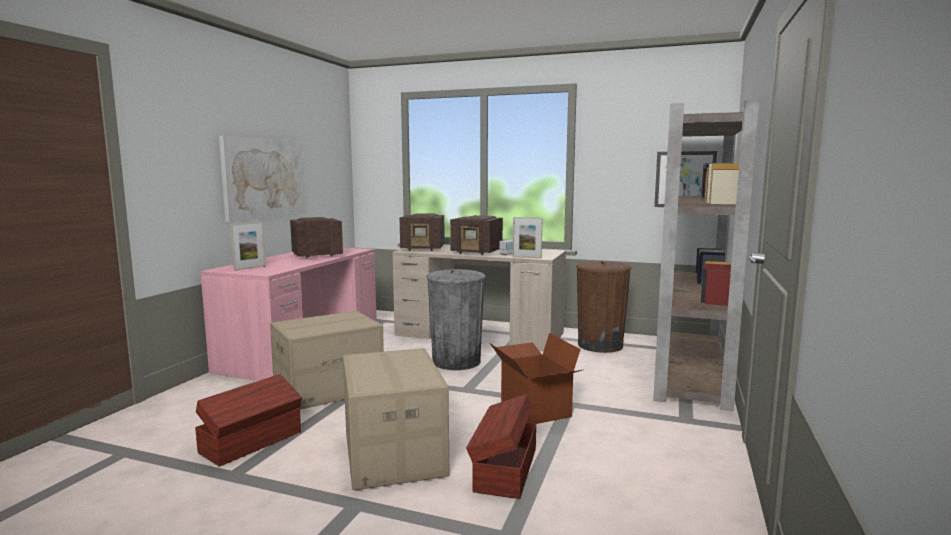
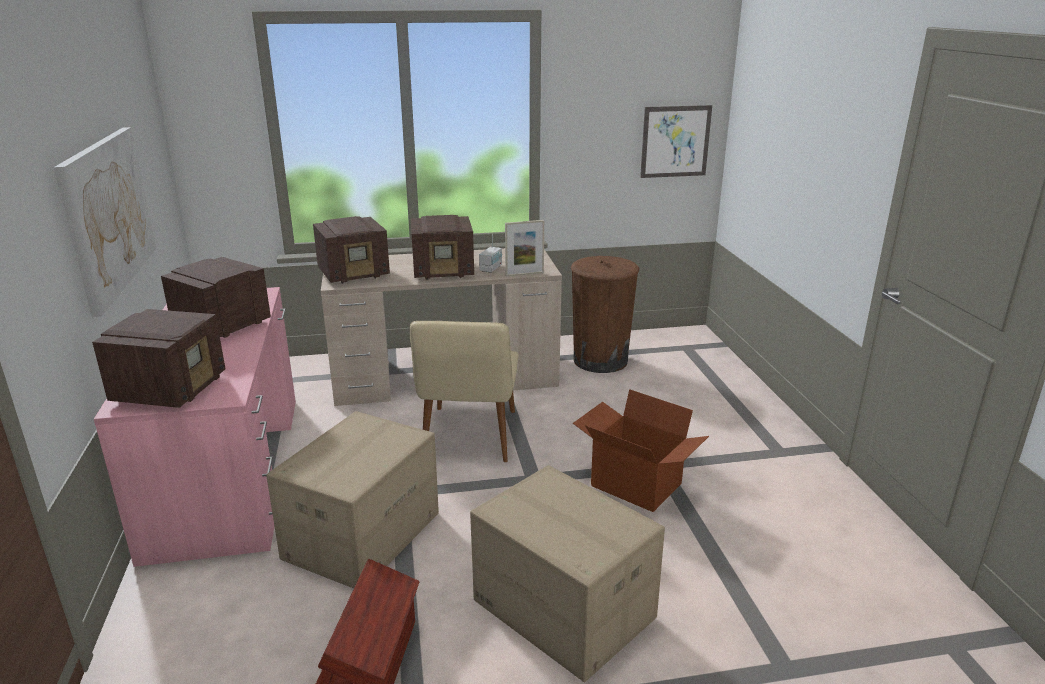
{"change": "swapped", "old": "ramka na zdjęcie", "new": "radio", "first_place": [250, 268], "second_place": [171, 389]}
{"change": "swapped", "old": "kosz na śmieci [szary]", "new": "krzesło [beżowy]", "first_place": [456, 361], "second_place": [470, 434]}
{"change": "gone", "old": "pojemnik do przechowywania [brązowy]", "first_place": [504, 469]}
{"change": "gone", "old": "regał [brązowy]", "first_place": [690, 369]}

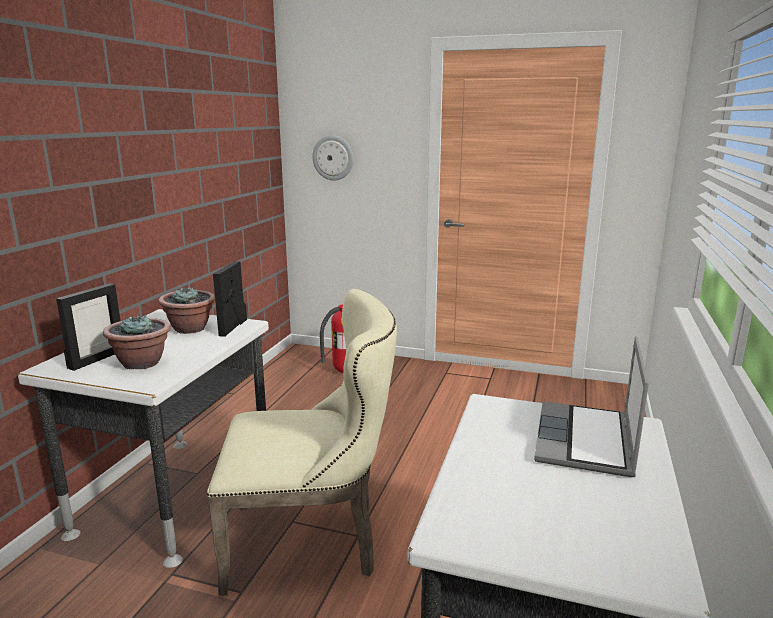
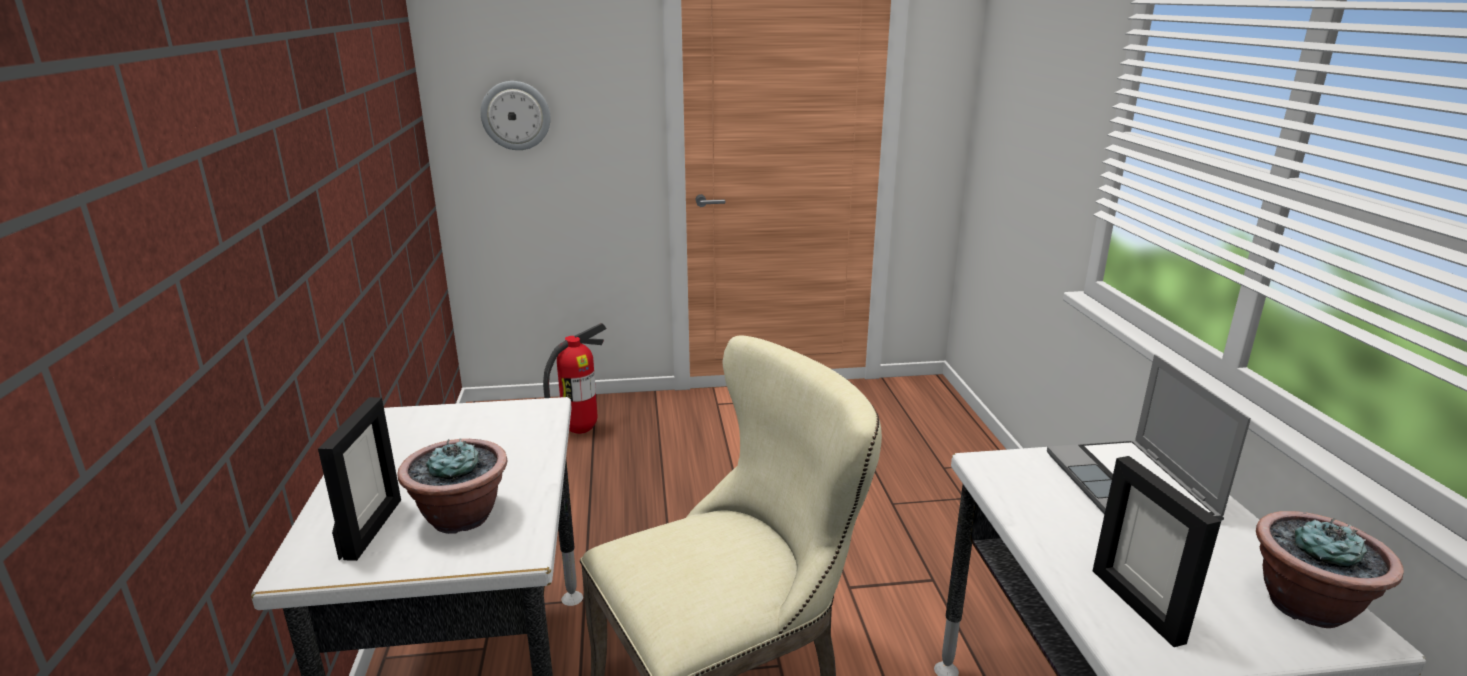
{"change": "shifted", "old": "ramka na zdjęcie", "first_place": [233, 327], "second_place": [1138, 605]}
{"change": "shifted", "old": "roślina doniczkowa", "first_place": [190, 329], "second_place": [1306, 605]}

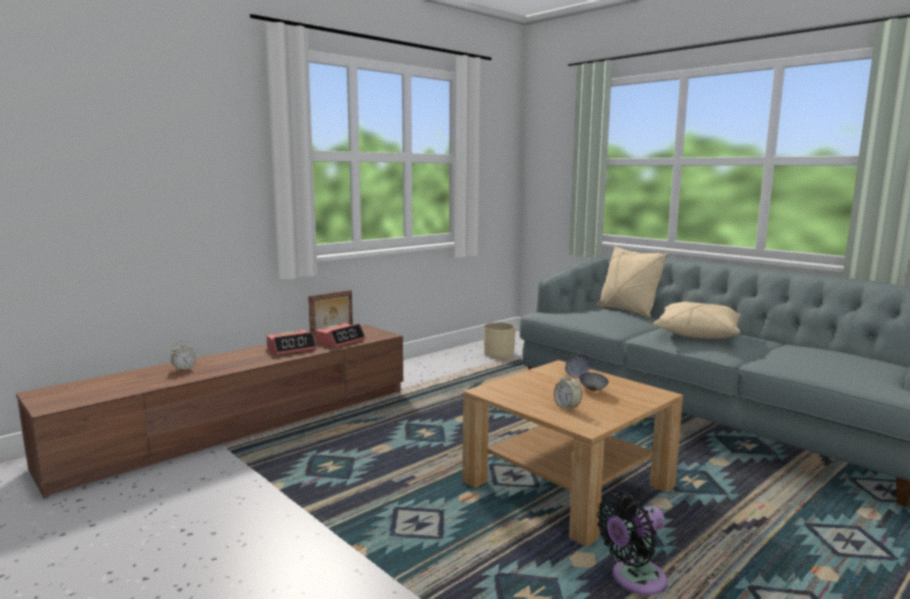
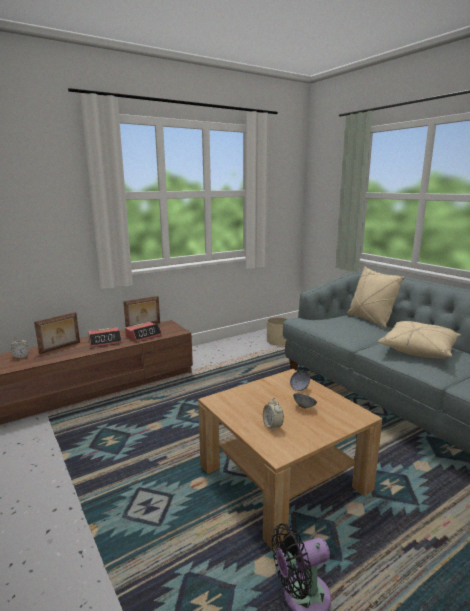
{"change": "new", "new": "ramka na zdjęcie", "second_place": [60, 348]}

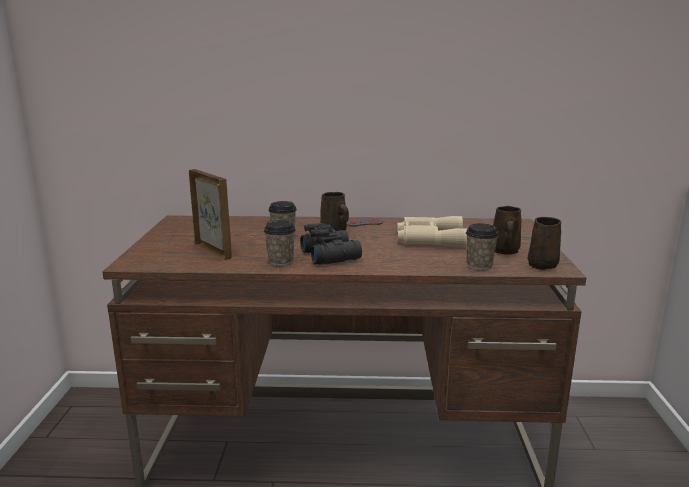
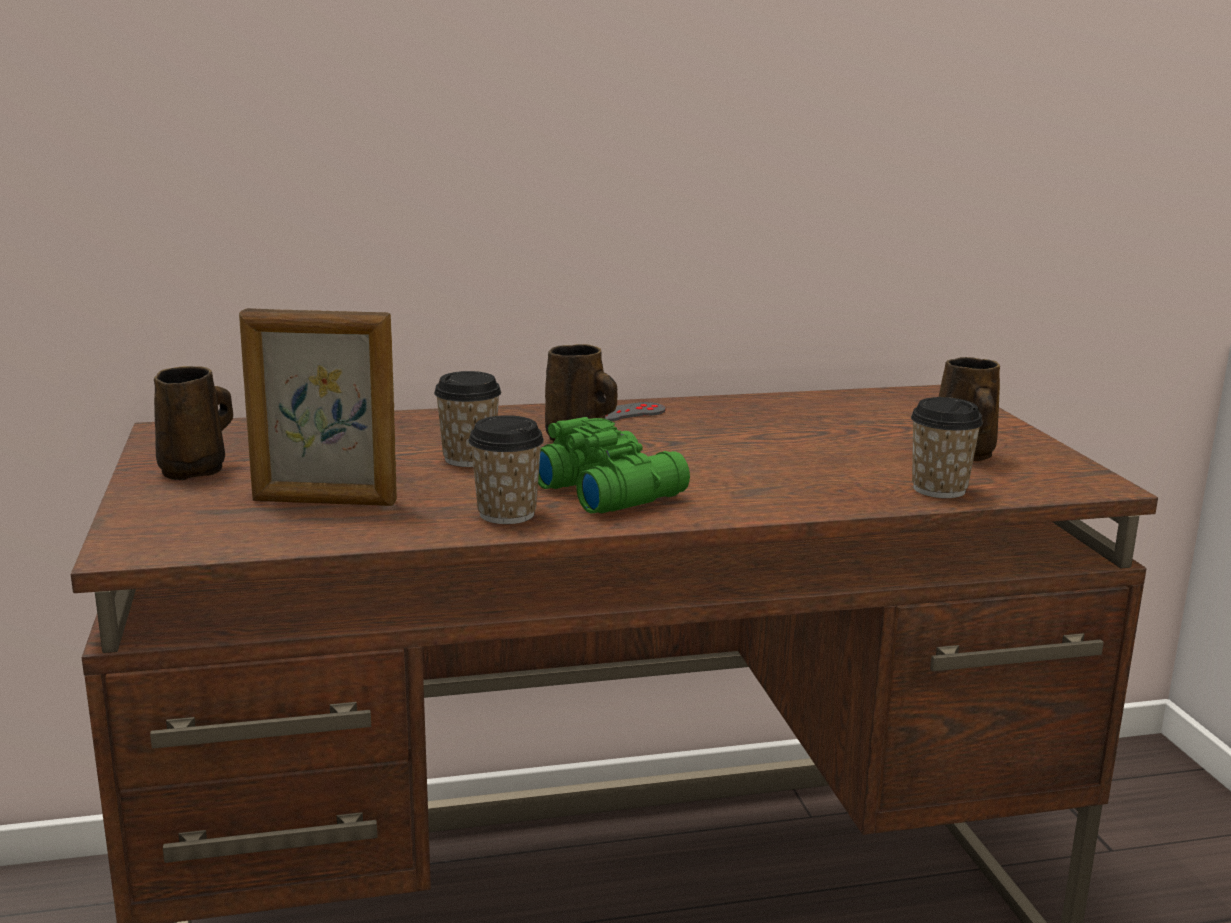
{"change": "shifted", "old": "kubek [brązowy]", "first_place": [543, 265], "second_place": [196, 470]}
{"change": "rotated", "old": "ramka na zdjęcie", "first_place": [213, 251], "second_place": [324, 501], "degrees": 150}
{"change": "repainted", "old": "lornetka [czarny]", "new": "lornetka [zielony]", "first_place": [331, 255], "second_place": [610, 490]}
{"change": "gone", "old": "lornetka [beżowy]", "first_place": [428, 239]}

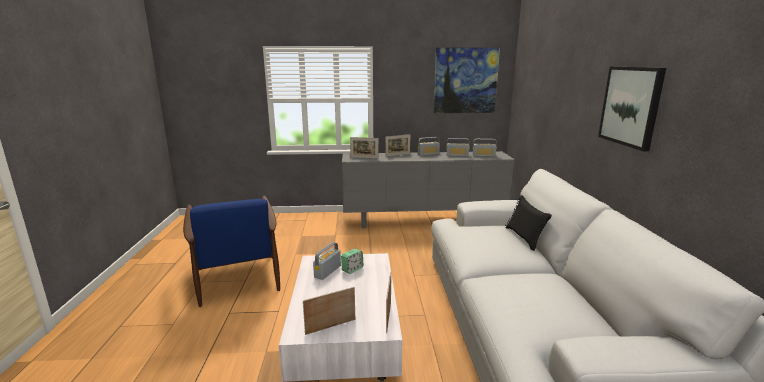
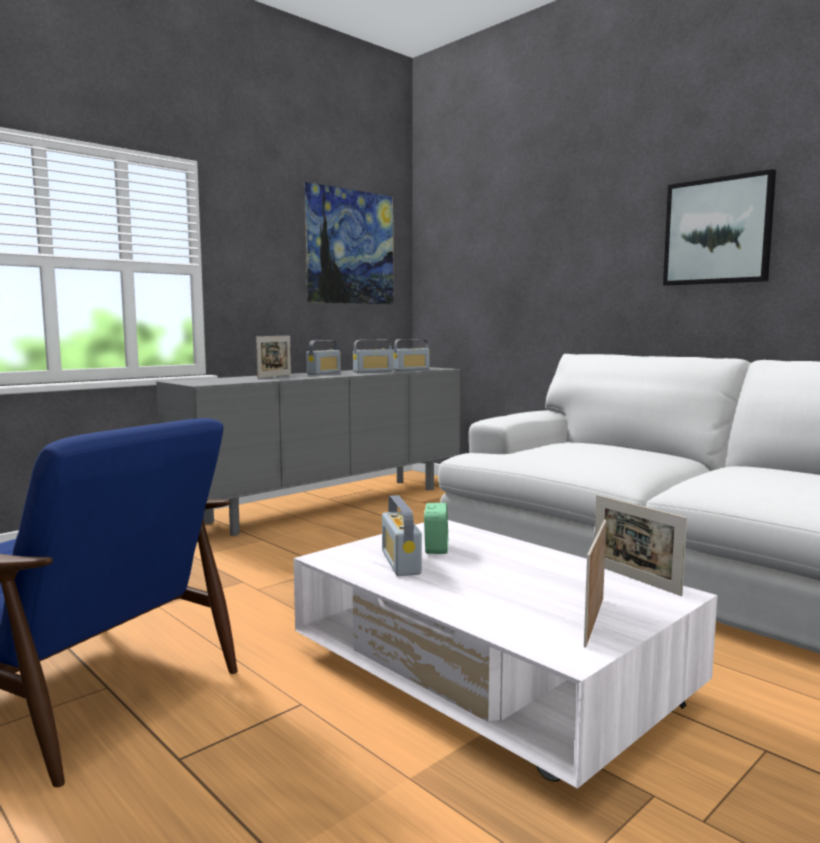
{"change": "gone", "old": "ramka na zdjęcie", "first_place": [364, 157]}
{"change": "gone", "old": "poduszka [czarny]", "first_place": [524, 238]}

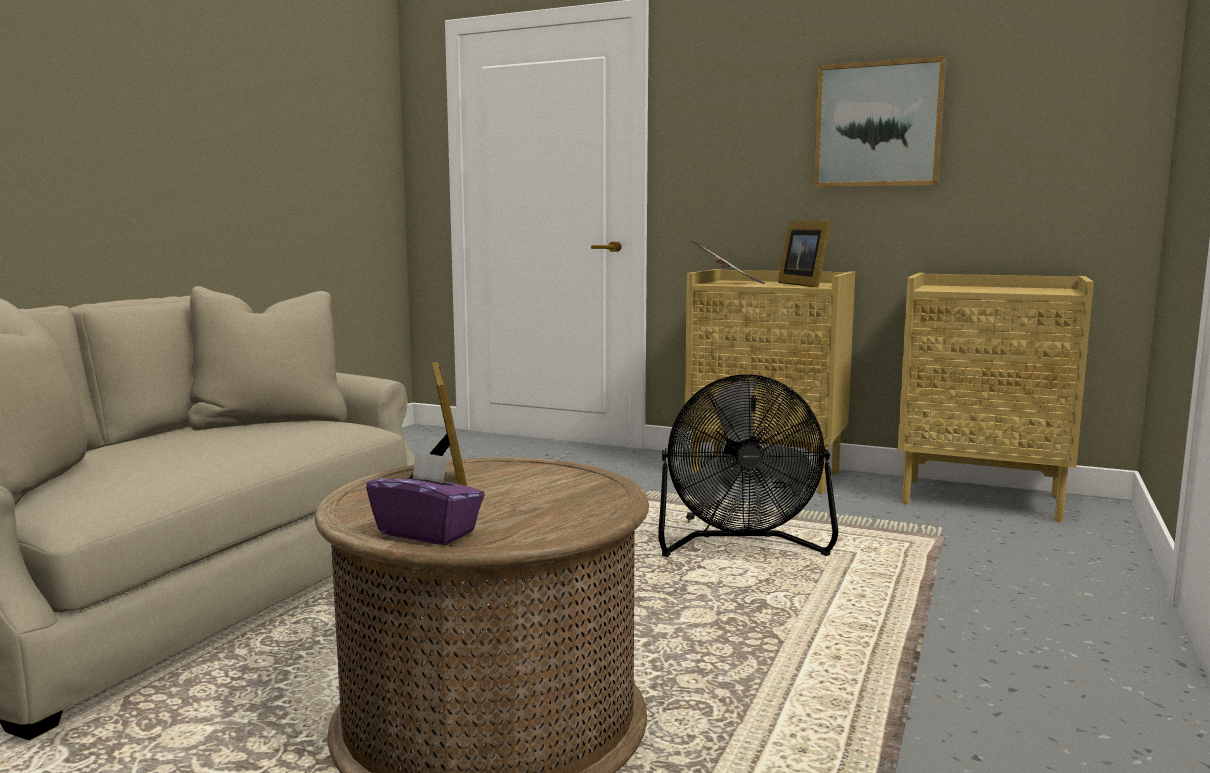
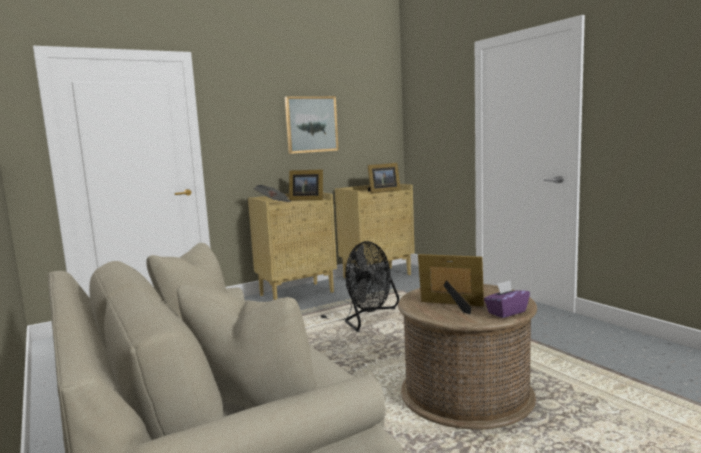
{"change": "new", "new": "ramka na zdjęcie", "second_place": [382, 191]}

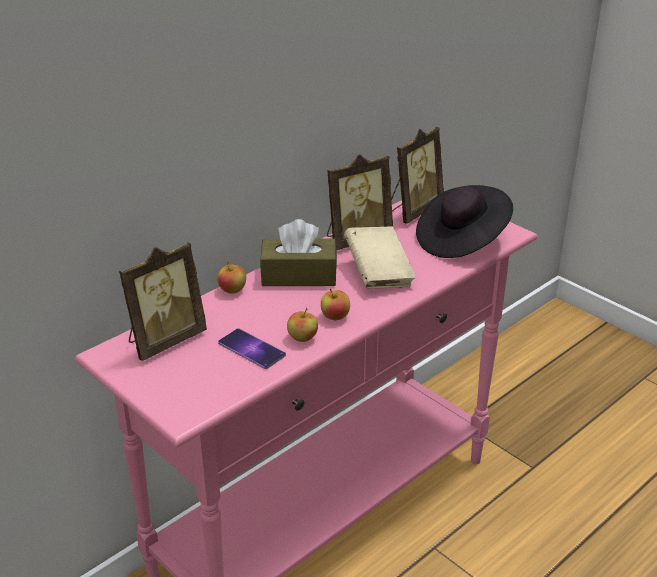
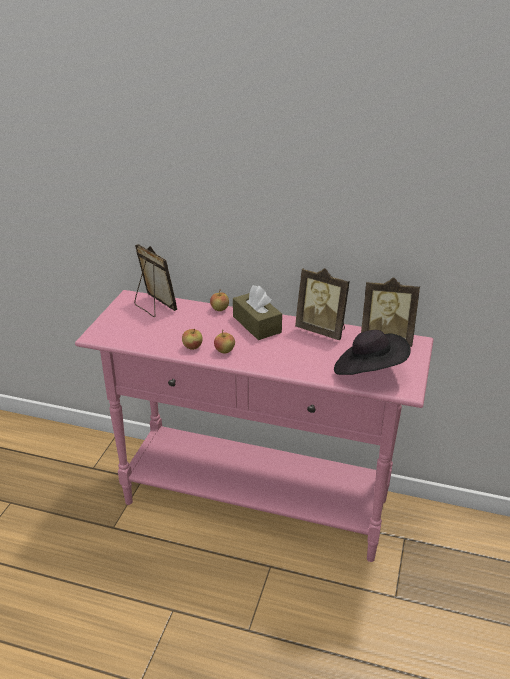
{"change": "rotated", "old": "ramka na zdjęcie", "first_place": [164, 340], "second_place": [154, 307], "degrees": -150}
{"change": "gone", "old": "telefon", "first_place": [251, 349]}
{"change": "gone", "old": "książka [beżowy]", "first_place": [378, 274]}

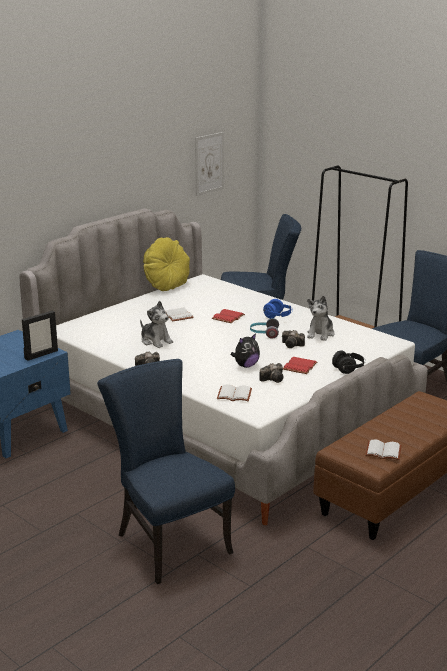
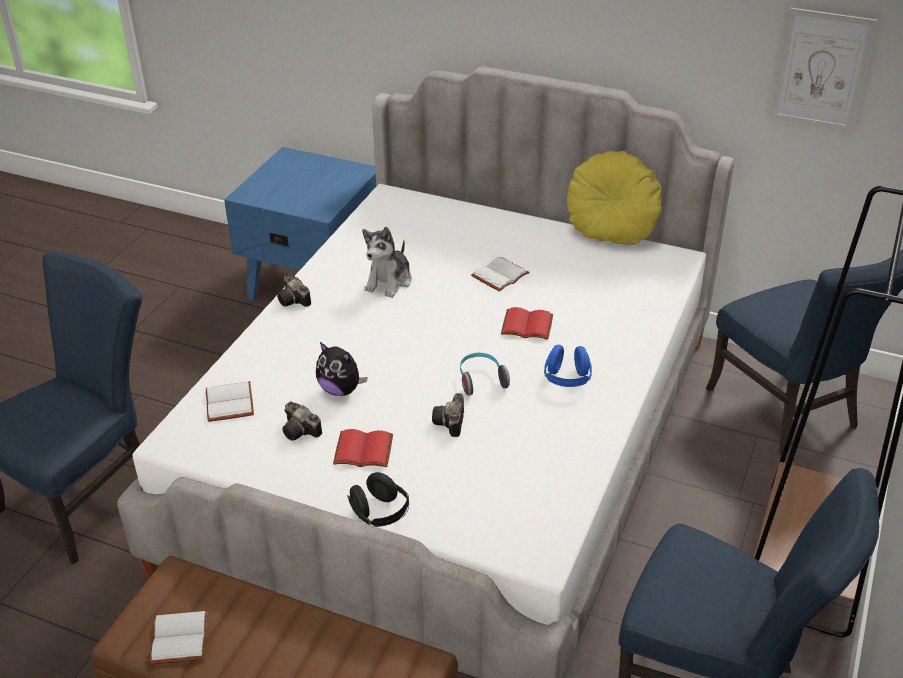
{"change": "gone", "old": "ramka na zdjęcie", "first_place": [41, 354]}
{"change": "gone", "old": "pluszak", "first_place": [320, 334]}

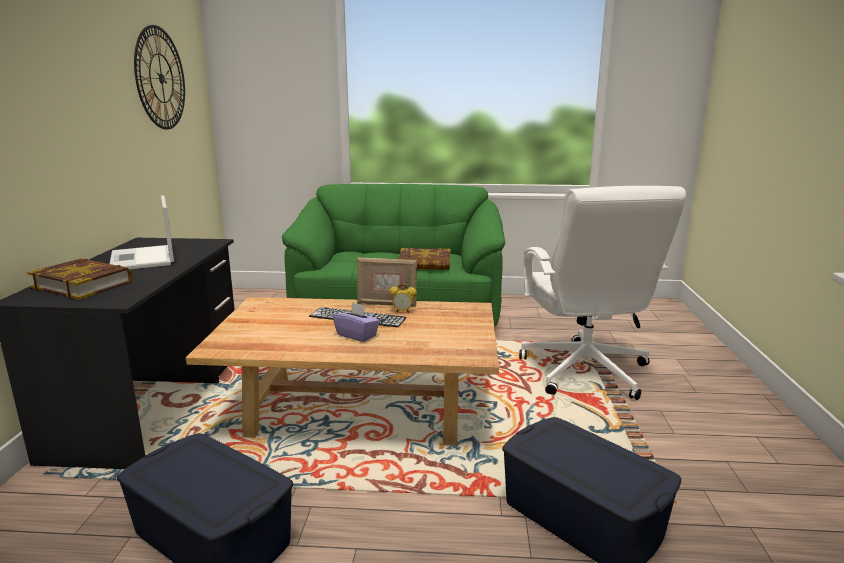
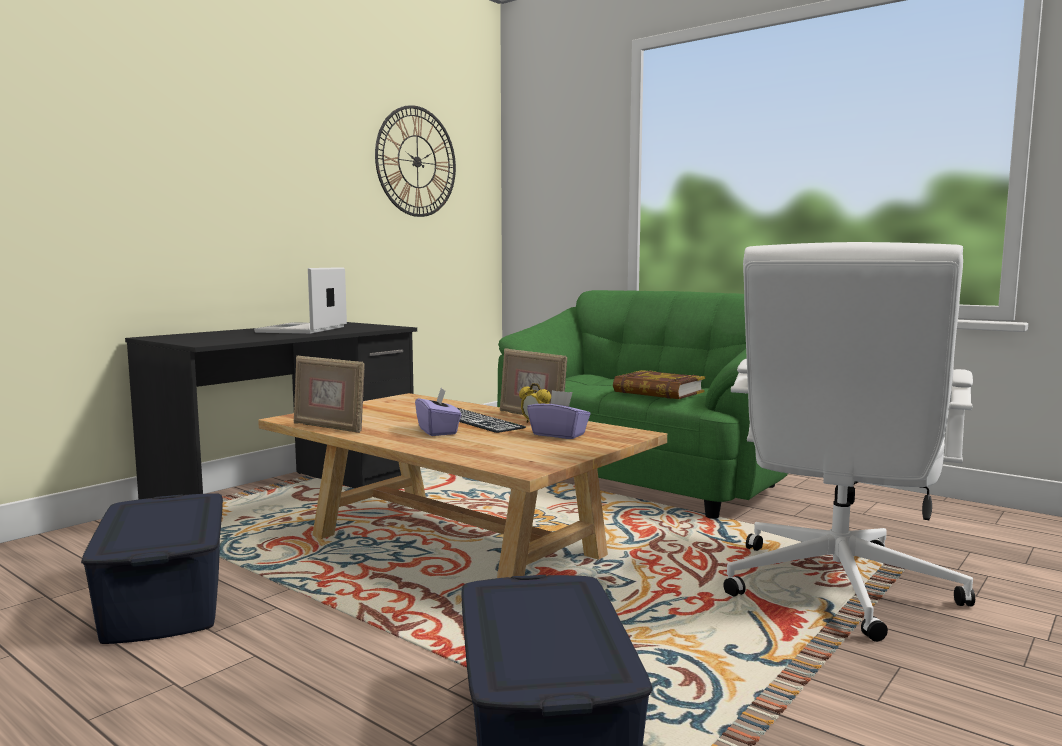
{"change": "new", "new": "ramka na zdjęcie", "second_place": [329, 427]}
{"change": "new", "new": "pudełko chusteczek [fioletowy]", "second_place": [559, 434]}
{"change": "gone", "old": "książka", "first_place": [83, 284]}

